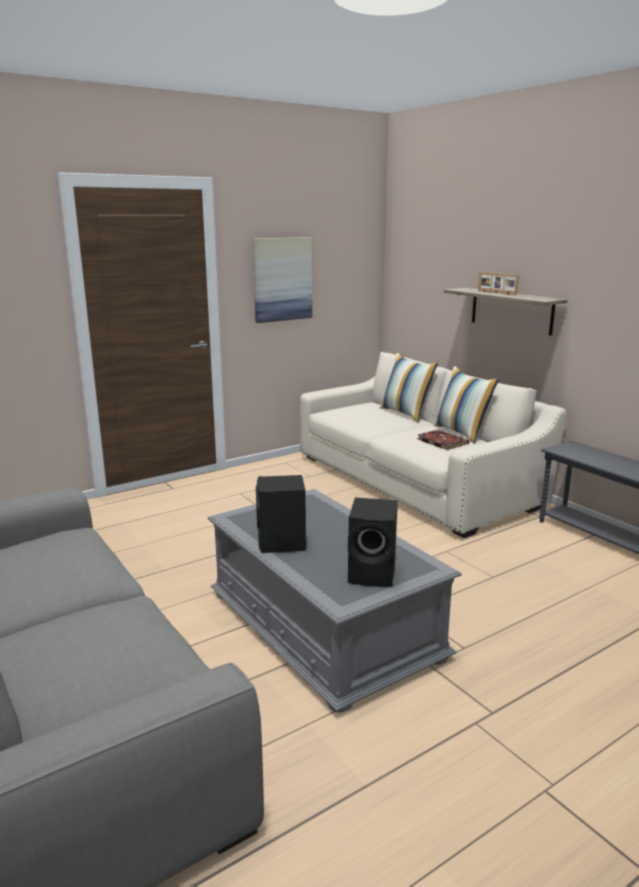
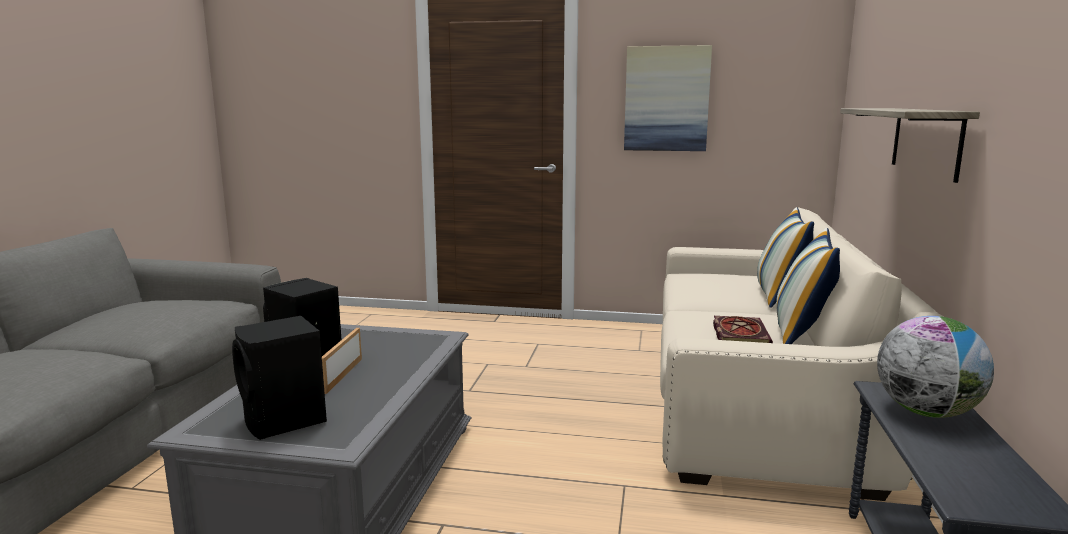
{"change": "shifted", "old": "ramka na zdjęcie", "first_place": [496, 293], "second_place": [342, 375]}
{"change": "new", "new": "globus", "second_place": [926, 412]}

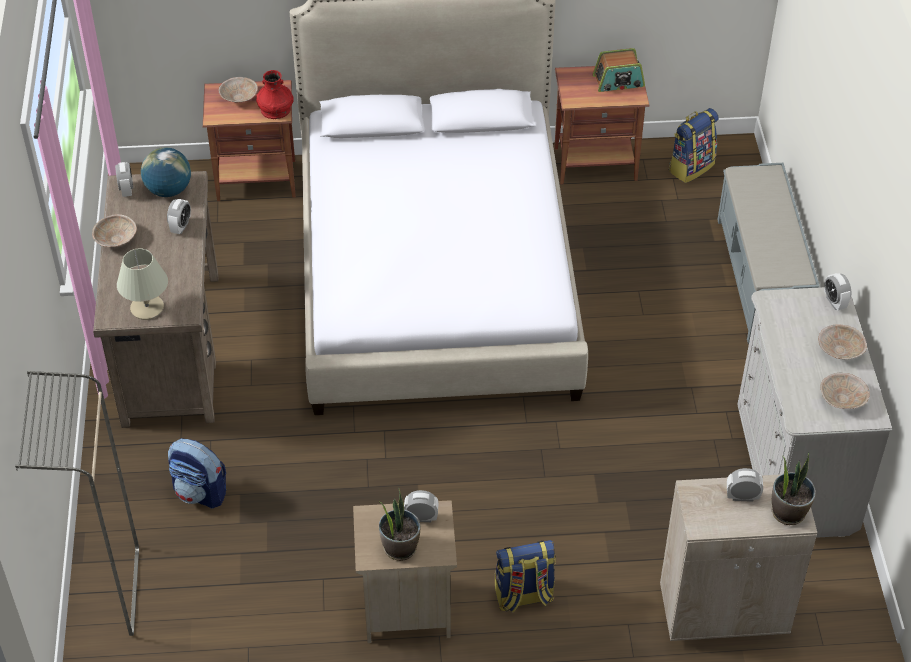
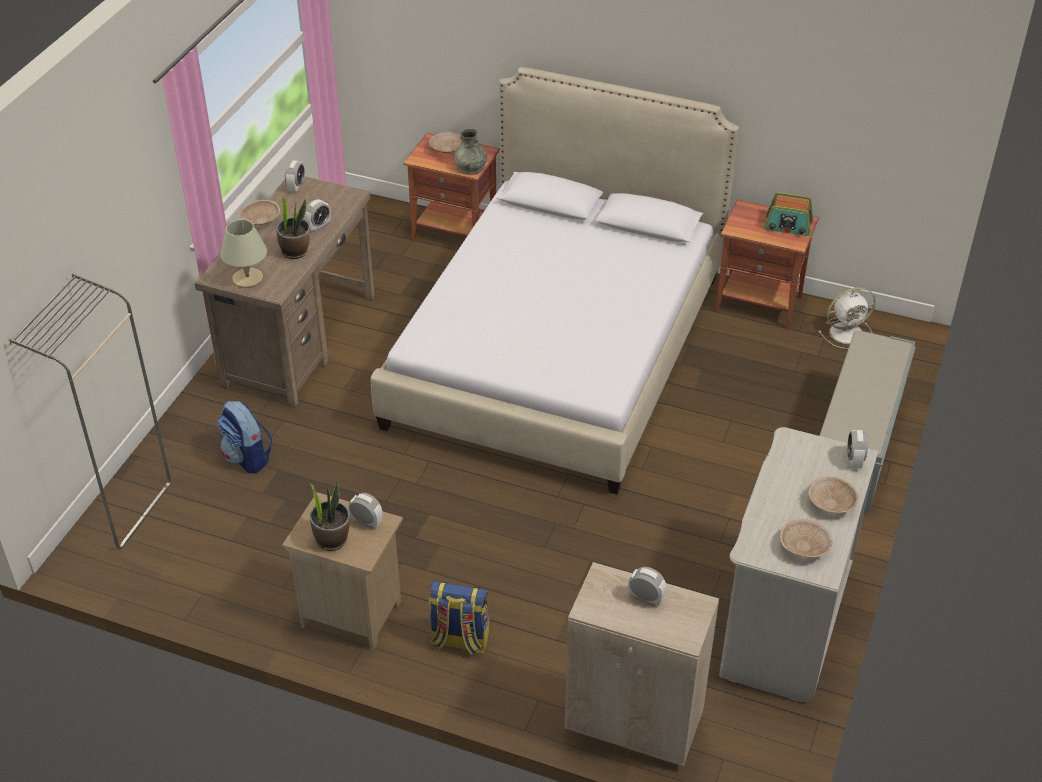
{"change": "shifted", "old": "roślina doniczkowa", "first_place": [788, 511], "second_place": [295, 251]}
{"change": "repainted", "old": "wazon [czerwony]", "new": "wazon [szary]", "first_place": [275, 109], "second_place": [470, 167]}
{"change": "swapped", "old": "plecak", "new": "wentylator [biały]", "first_place": [691, 167], "second_place": [847, 332]}
{"change": "gone", "old": "globus", "first_place": [168, 190]}

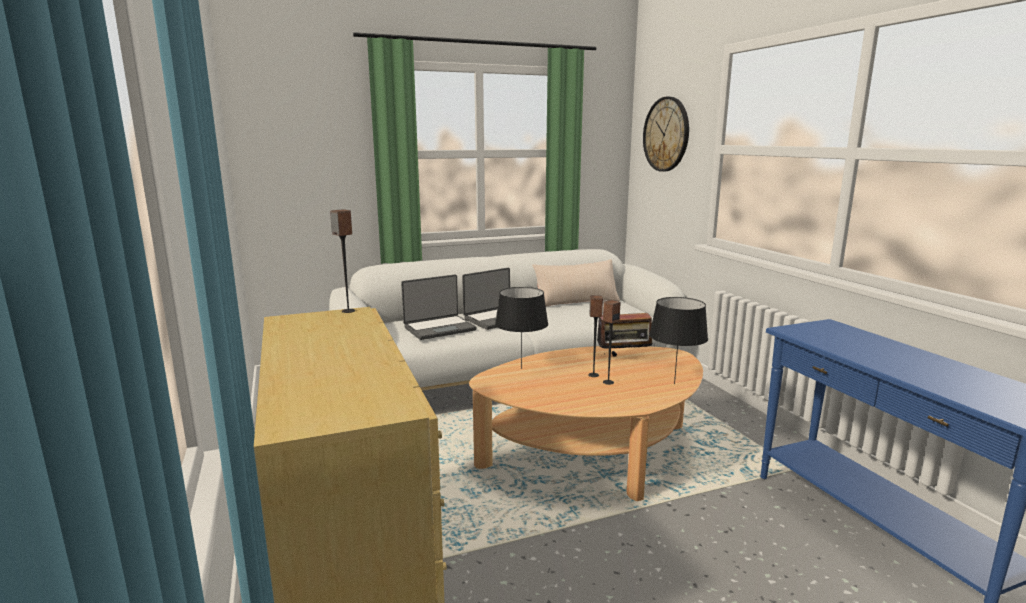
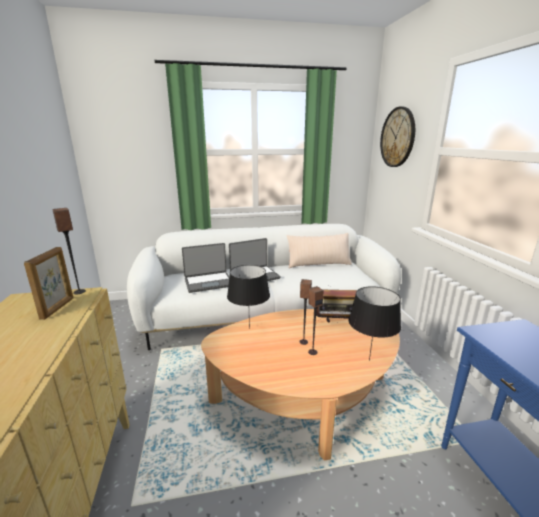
{"change": "new", "new": "ramka na zdjęcie", "second_place": [58, 308]}

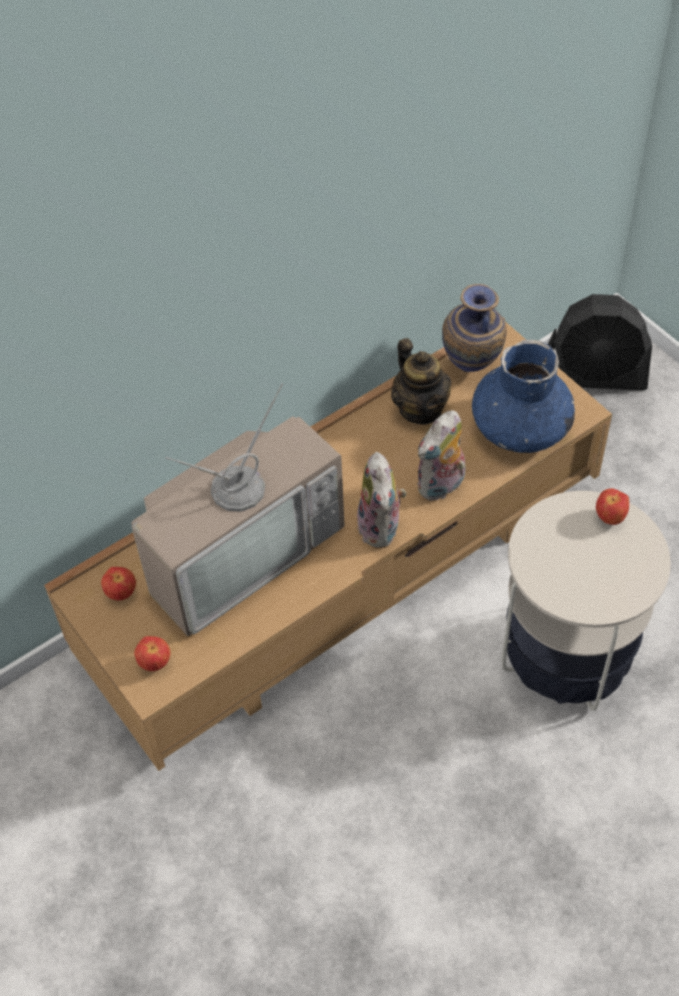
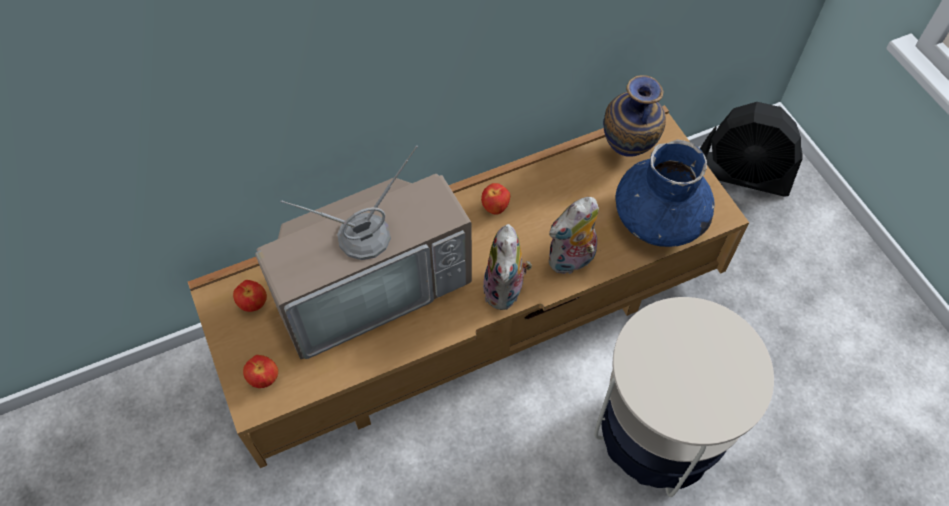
{"change": "shifted", "old": "jabłko", "first_place": [610, 518], "second_place": [495, 208]}
{"change": "gone", "old": "imbryk", "first_place": [420, 409]}

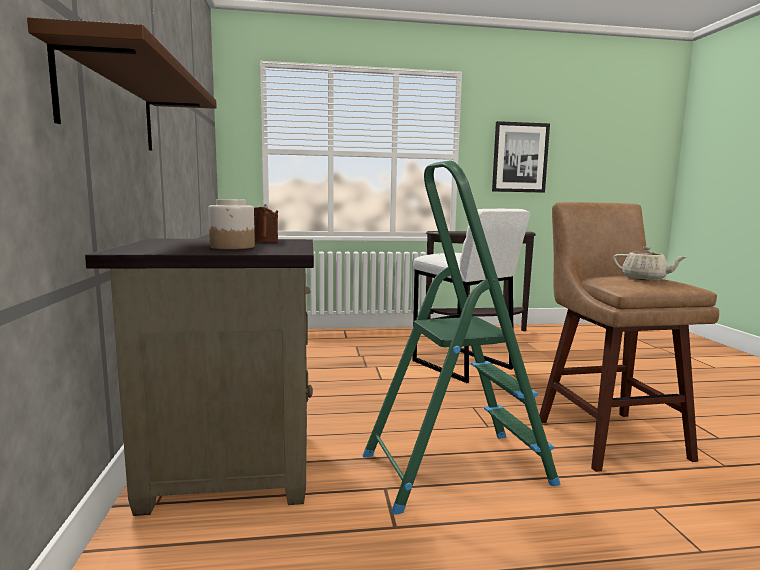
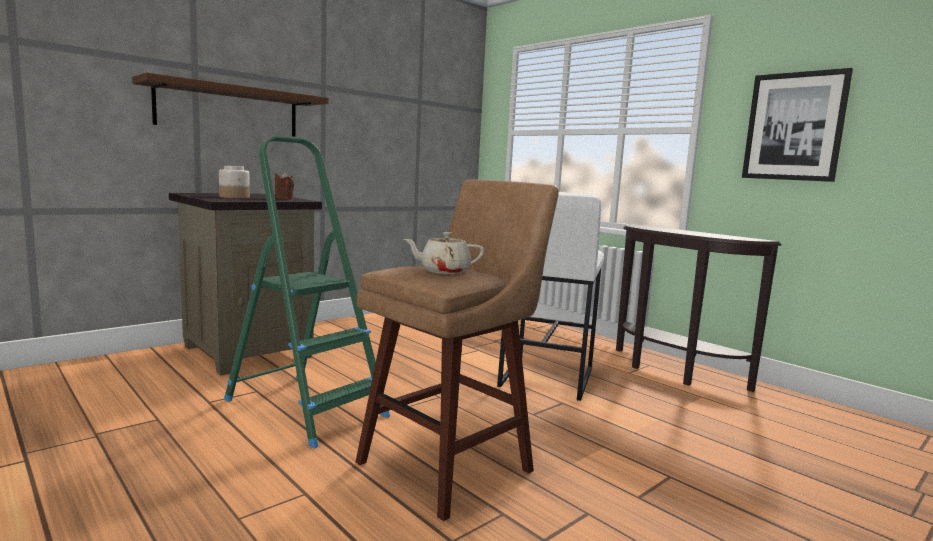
{"change": "rotated", "old": "imbryk [beżowy]", "first_place": [645, 279], "second_place": [444, 271], "degrees": 75}

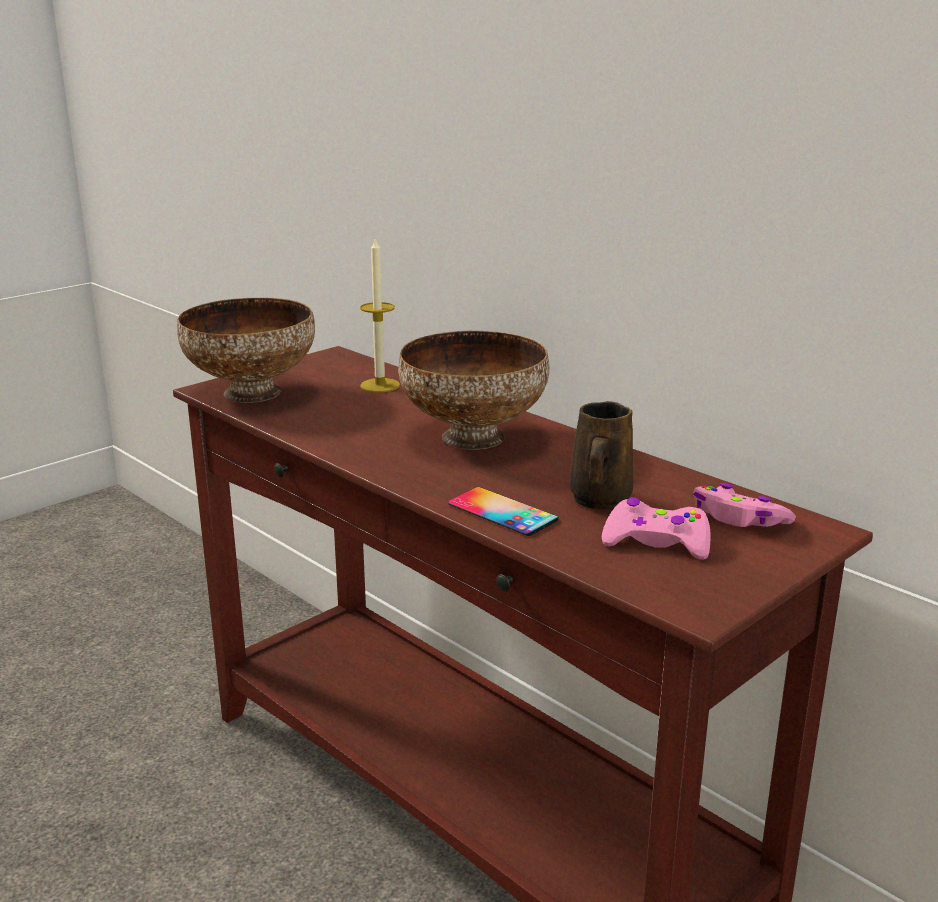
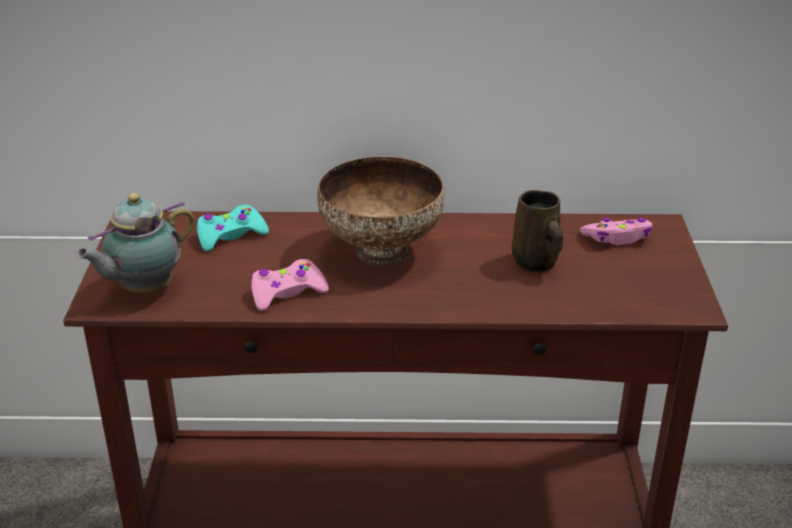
{"change": "swapped", "old": "miska", "new": "imbryk", "first_place": [253, 392], "second_place": [143, 289]}
{"change": "swapped", "old": "świeca", "new": "pad do gier [turkusowy]", "first_place": [380, 385], "second_place": [230, 236]}
{"change": "shifted", "old": "pad do gier [różowy]", "first_place": [656, 542], "second_place": [287, 293]}
{"change": "gone", "old": "telefon", "first_place": [502, 512]}

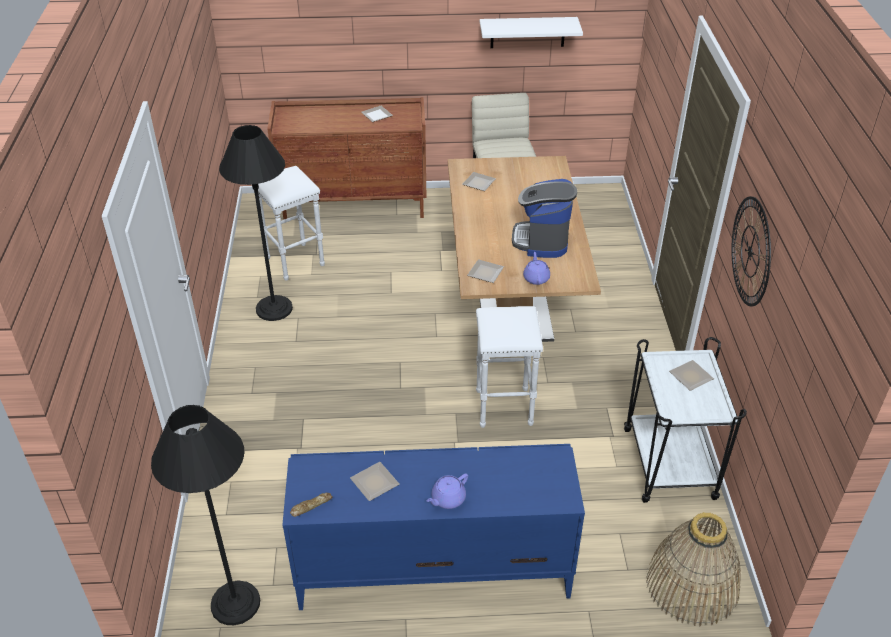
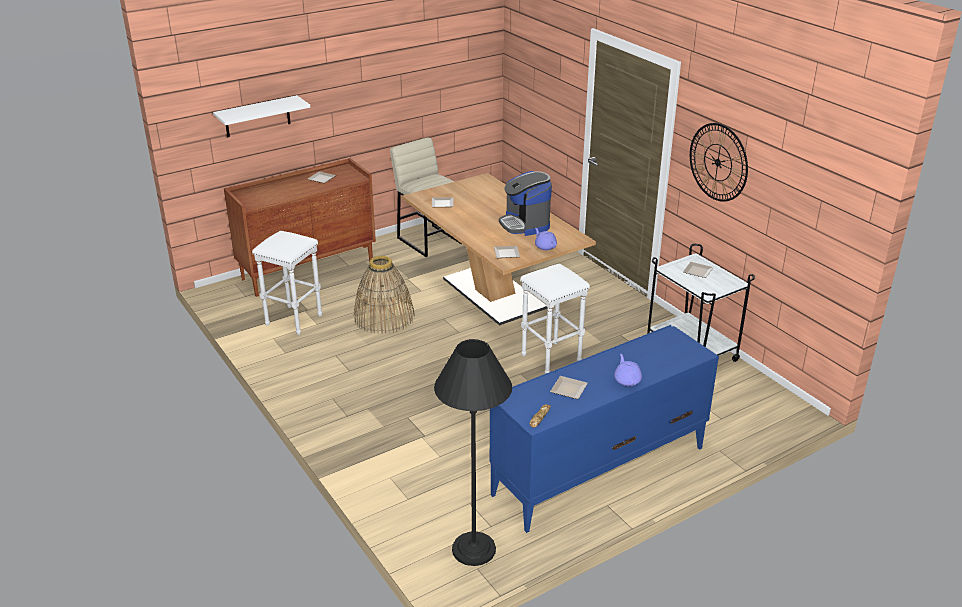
{"change": "shifted", "old": "półka [biały]", "first_place": [527, 32], "second_place": [257, 116]}
{"change": "shifted", "old": "koszyk", "first_place": [692, 585], "second_place": [384, 317]}
{"change": "rotated", "old": "imbryk [fioletowy]", "first_place": [447, 499], "second_place": [627, 380], "degrees": 150}
{"change": "gone", "old": "lampa stojąca [czarny]", "first_place": [274, 308]}

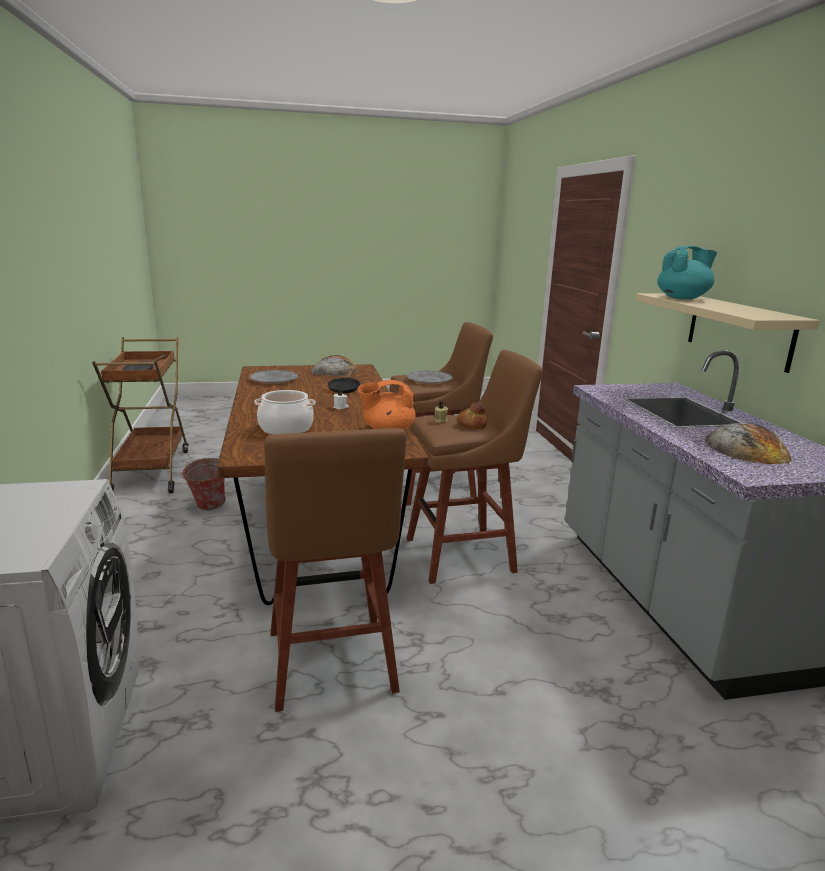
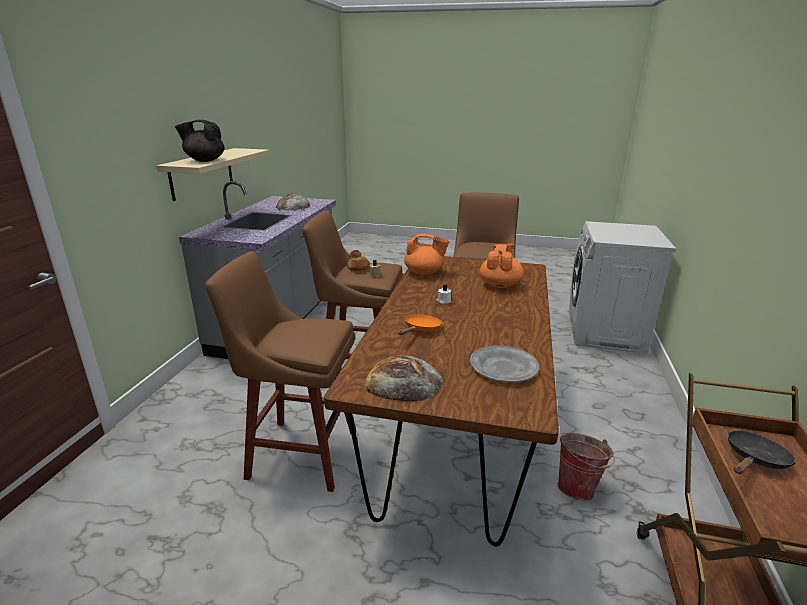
{"change": "repainted", "old": "imbryk [turkusowy]", "new": "imbryk [czarny]", "first_place": [683, 298], "second_place": [204, 160]}
{"change": "repainted", "old": "patelnia [czarny]", "new": "patelnia [pomarańczowy]", "first_place": [344, 389], "second_place": [420, 329]}
{"change": "swapped", "old": "garnek", "new": "imbryk [pomarańczowy]", "first_place": [285, 428], "second_place": [500, 284]}
{"change": "gone", "old": "talerz [szary]", "first_place": [429, 380]}

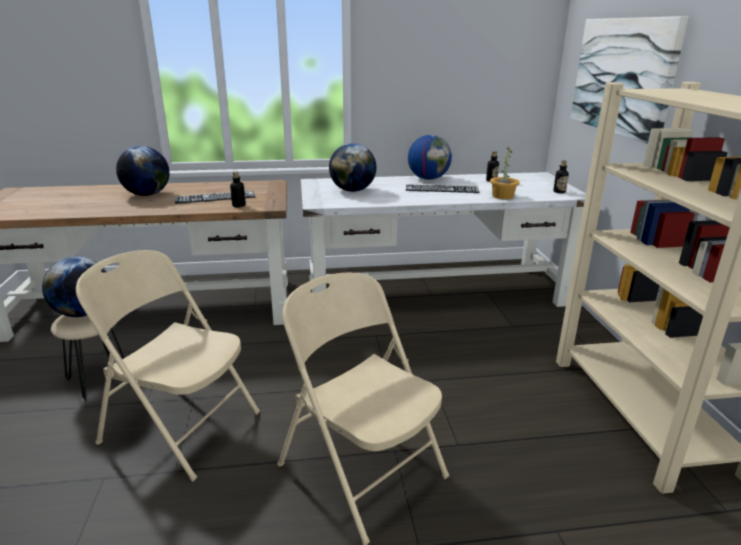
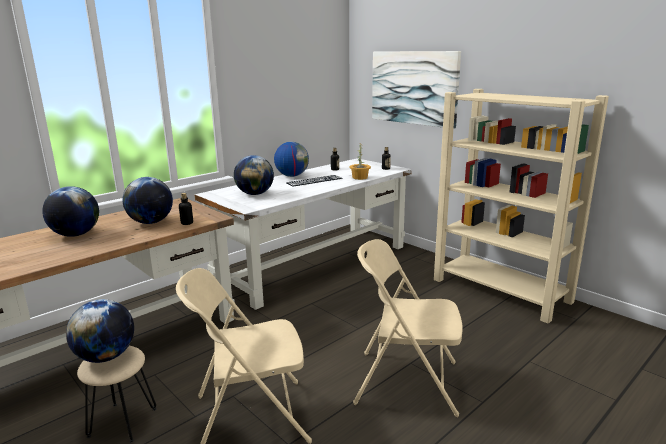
{"change": "swapped", "old": "klawiatura", "new": "globus", "first_place": [215, 197], "second_place": [151, 222]}

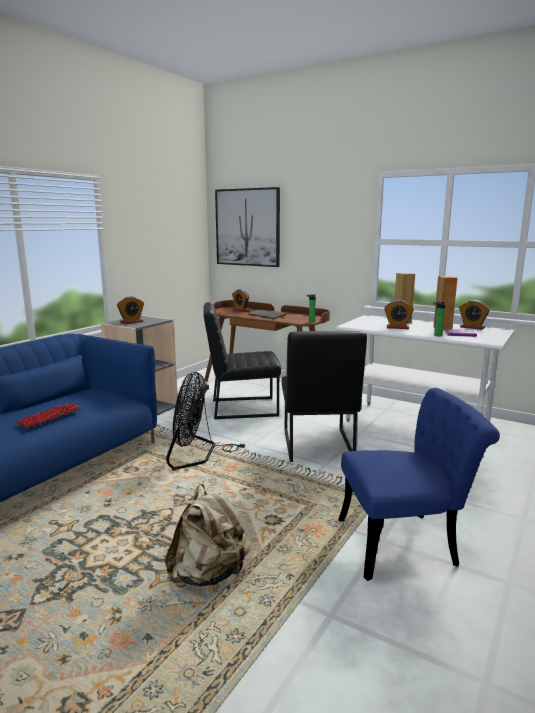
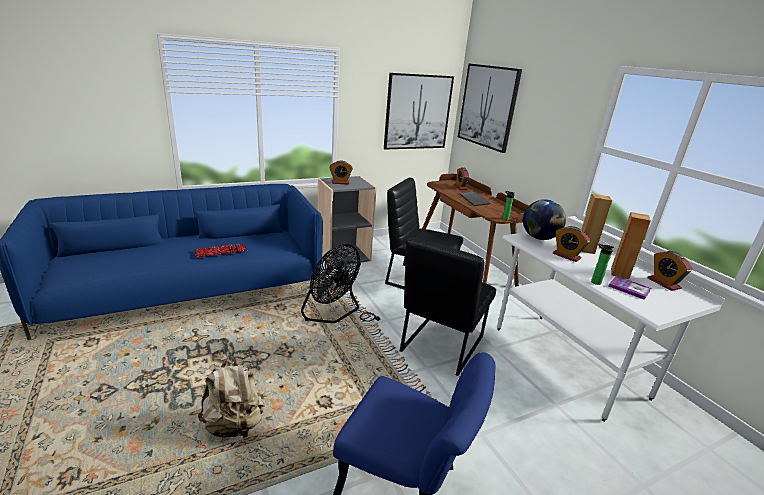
{"change": "new", "new": "obraz", "second_place": [417, 112]}
{"change": "new", "new": "globus", "second_place": [539, 238]}

